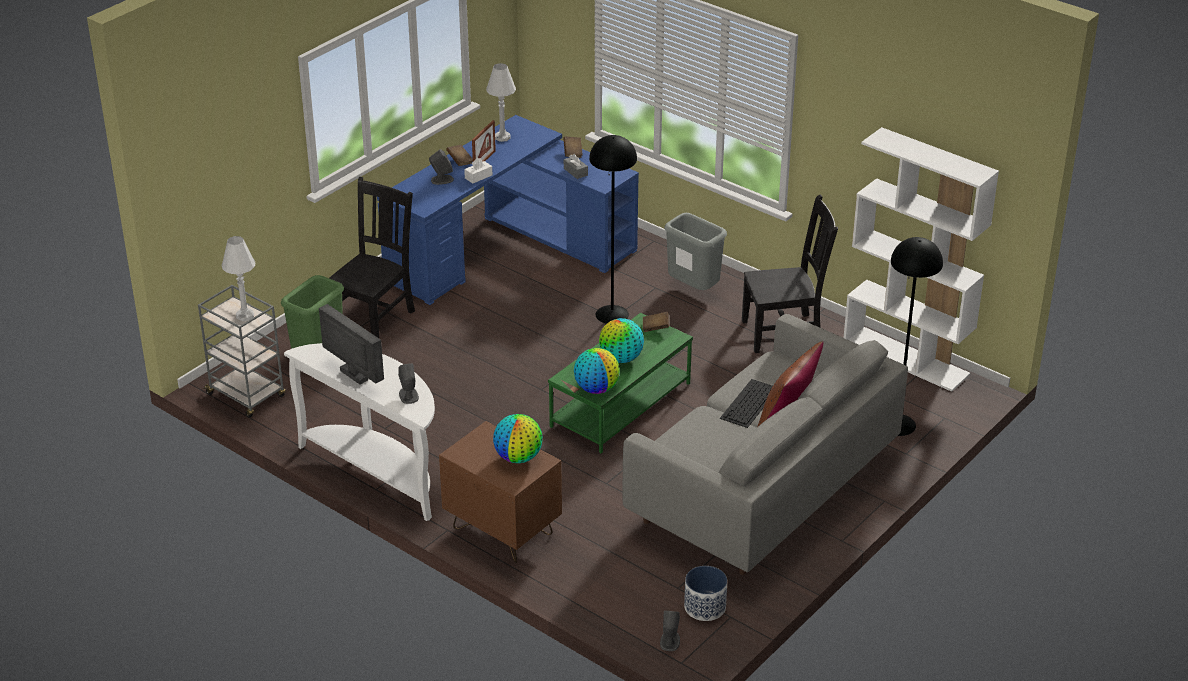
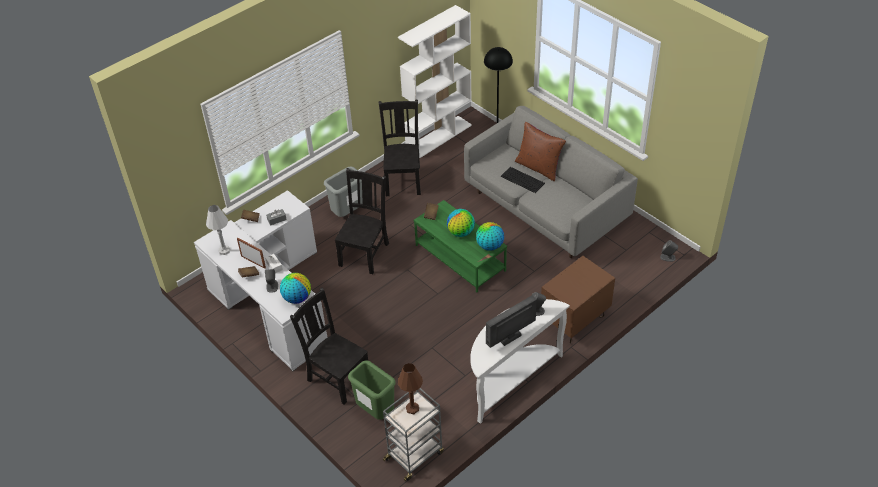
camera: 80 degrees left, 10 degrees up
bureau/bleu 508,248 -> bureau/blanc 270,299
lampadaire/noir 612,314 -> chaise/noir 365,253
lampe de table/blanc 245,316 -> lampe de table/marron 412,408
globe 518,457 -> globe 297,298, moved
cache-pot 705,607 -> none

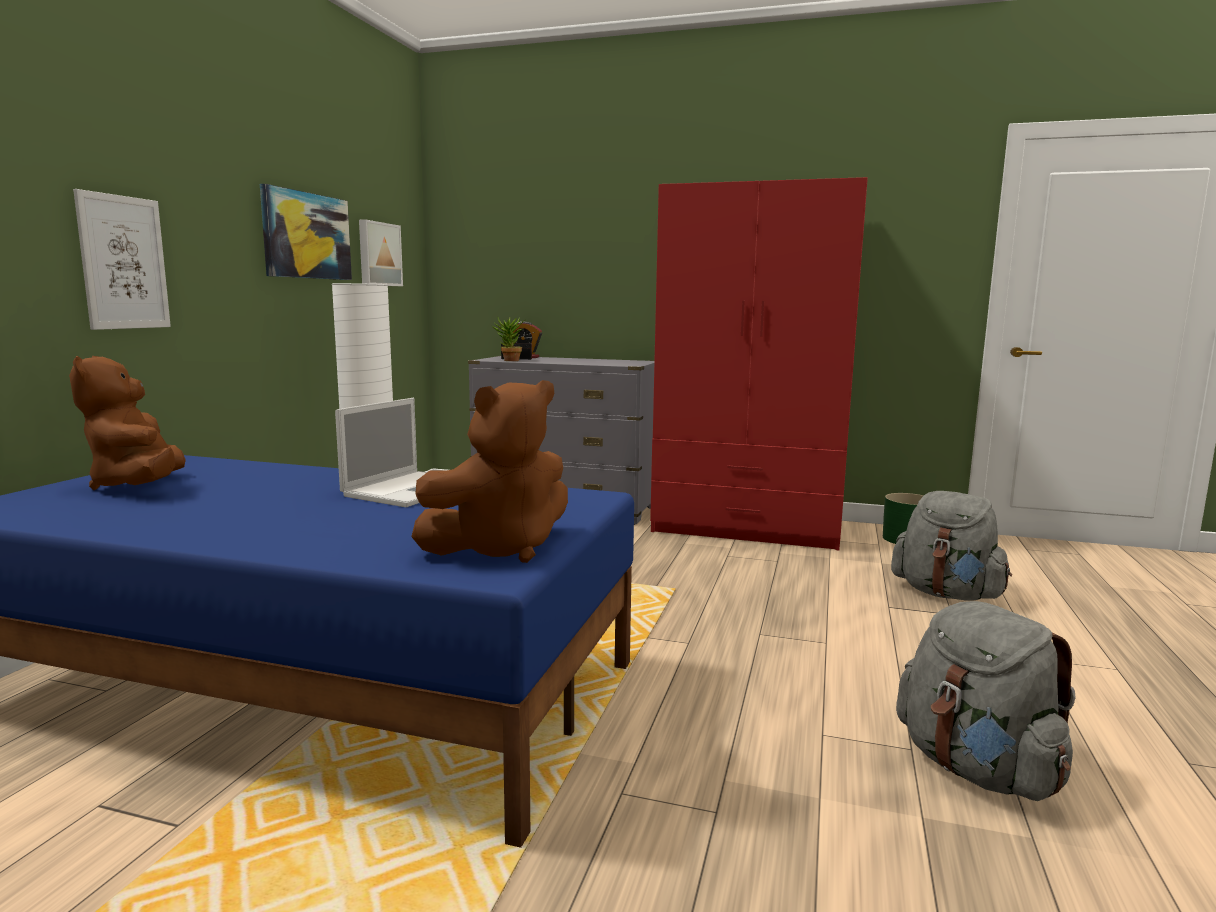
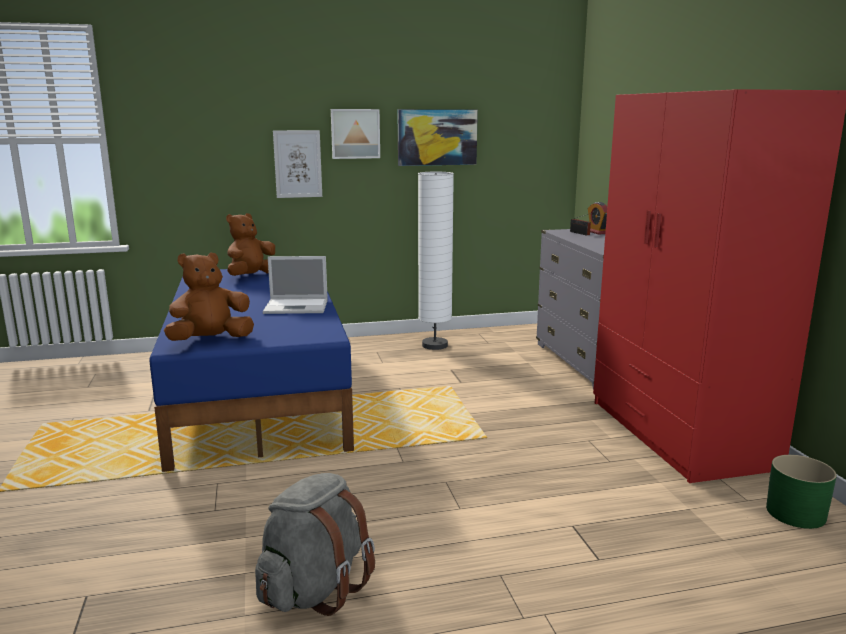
camera: 60 degrees right, 5 degrees up
tableau 378,254 -> tableau 355,133, moved
plante en pot 509,361 -> none
peluche/marron 500,548 -> peluche/marron 210,340, 120 degrees clockwise
sac à dos/gris 947,594 -> none

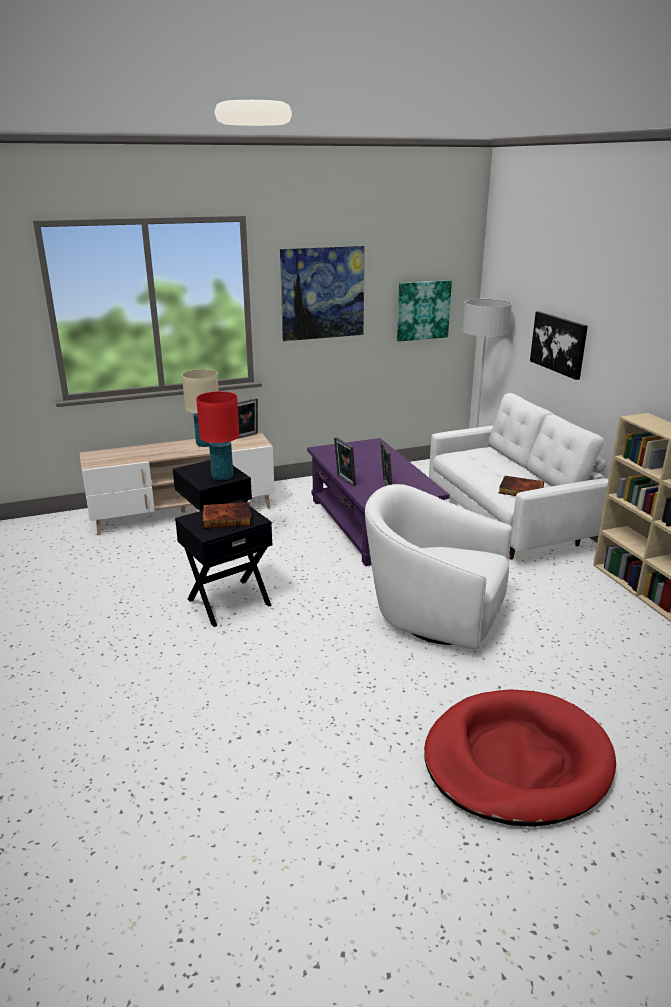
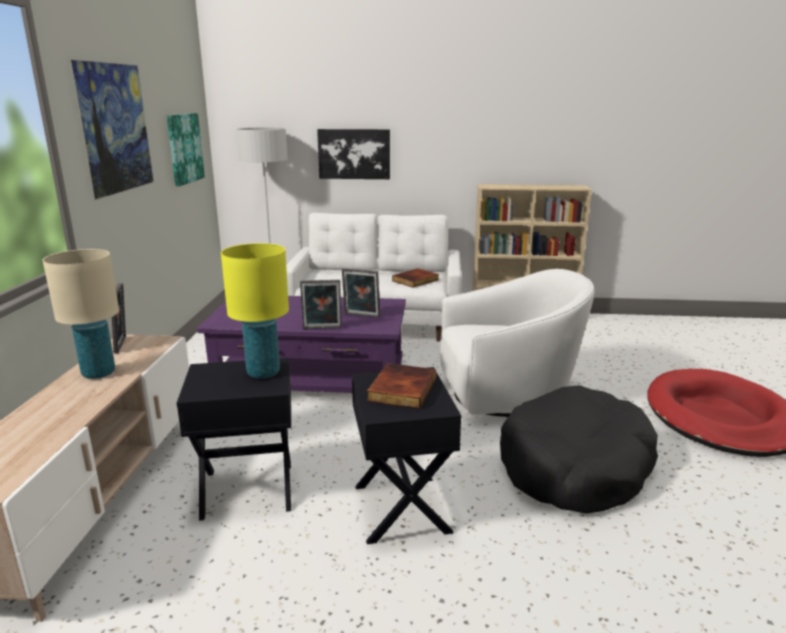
camera: 65 degrees left, 5 degrees down
lampe de table/rouge 222,477 -> lampe de table/jaune 263,373
fauteuil/blanc 433,616 -> fauteuil/blanc 508,394, 150 degrees counterclockwise
none -> panier pour chien/noir 574,467

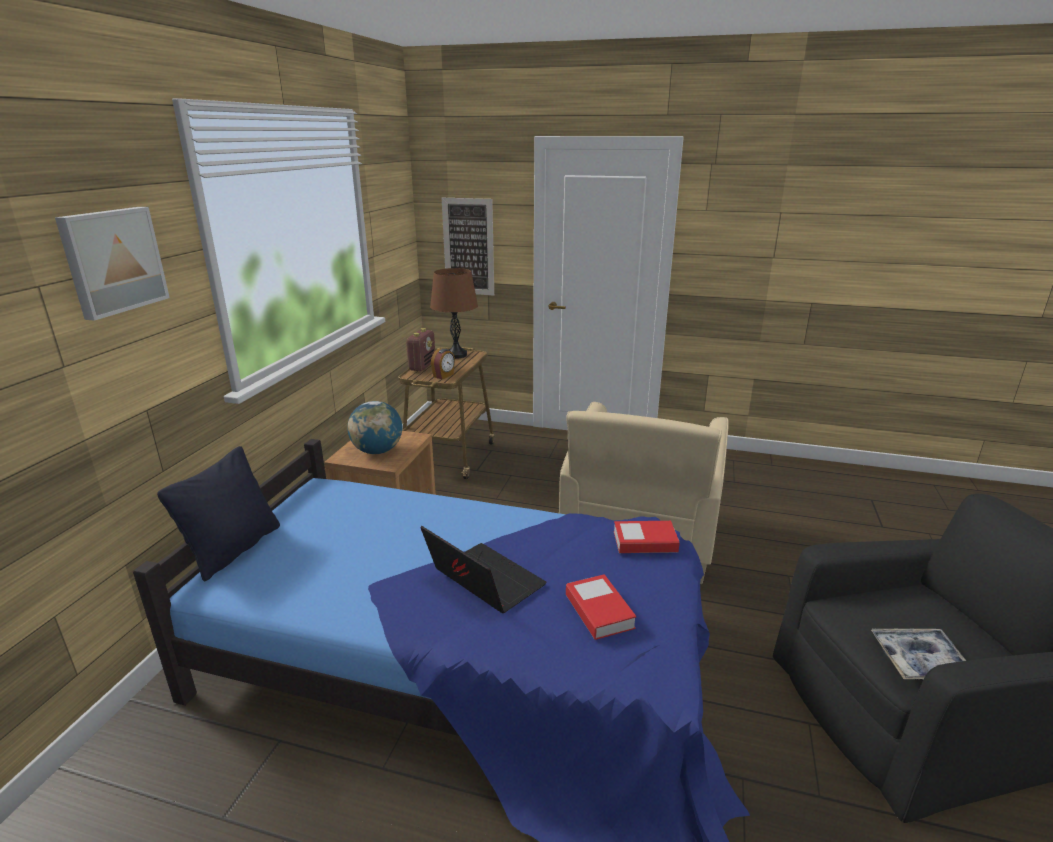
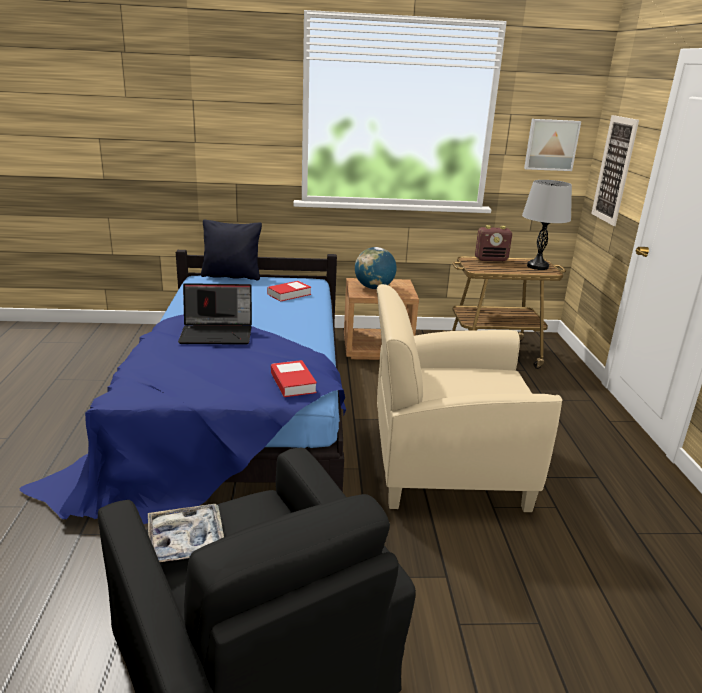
camera: 70 degrees right, 0 degrees up
tableau 112,261 -> tableau 551,144, moved
lampe de table/marron 456,355 -> lampe de table/gris 537,266
réveil 444,375 -> none
ordinateur portable 483,582 -> ordinateur portable 218,333, 60 degrees clockwise
livre 599,611 -> livre 289,294, moved

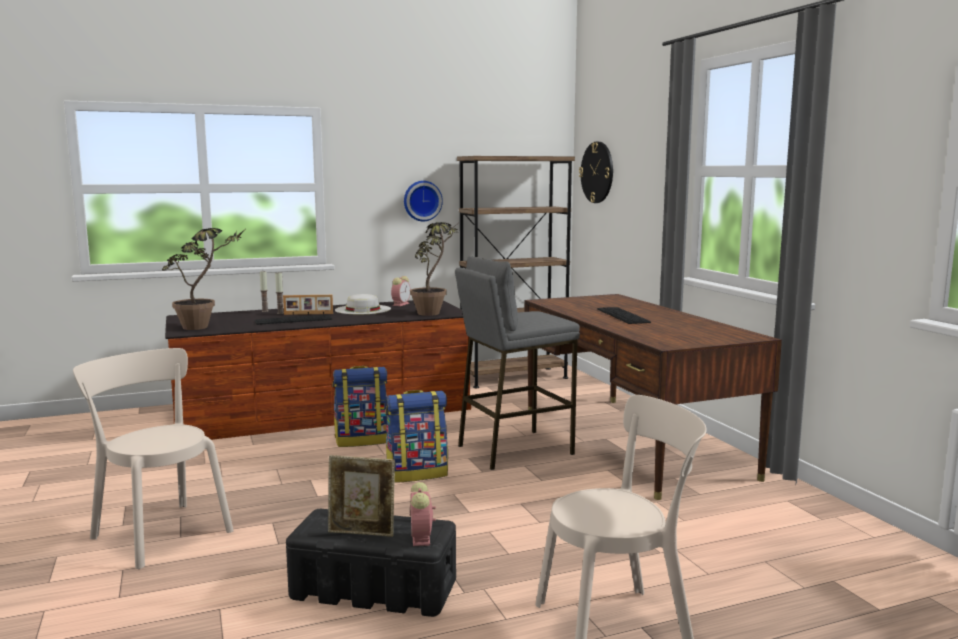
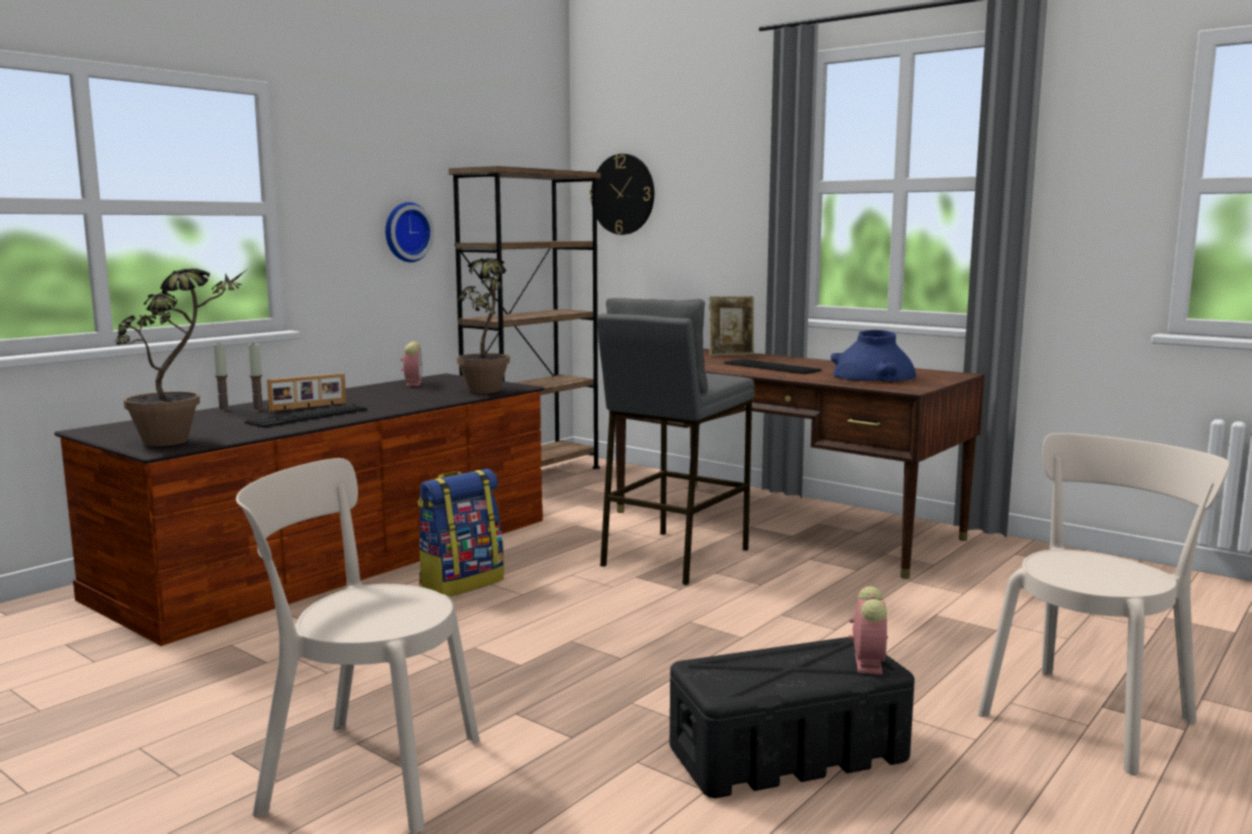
camera: 30 degrees left, 0 degrees up
chapeau/blanc 363,309 -> none
sac à dos 417,473 -> none
cadre photo 362,533 -> cadre photo 731,355, moved
réveil 421,538 -> réveil 867,662, 135 degrees counterclockwise
none -> vase/bleu 873,377

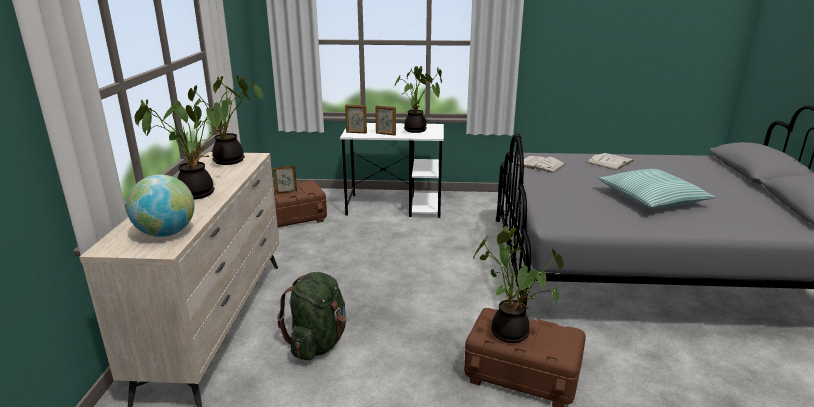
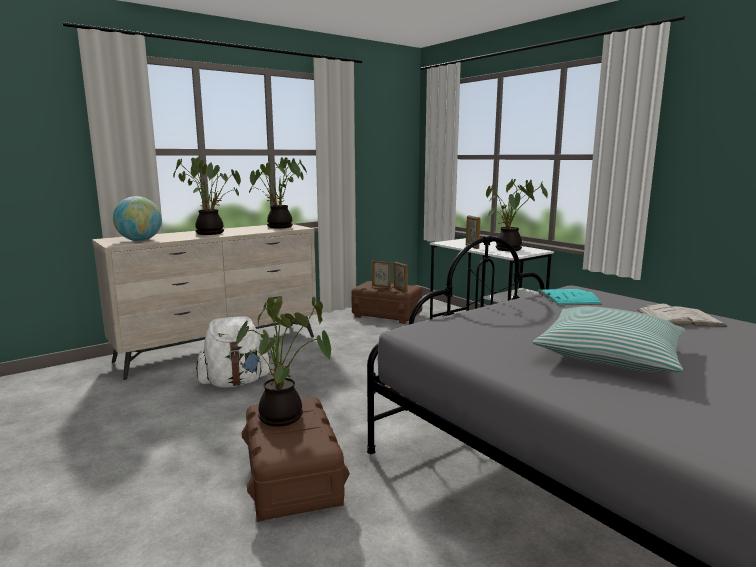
camera: 50 degrees right, 10 degrees down
cadre photo 356,132 -> cadre photo 400,290, moved
livre/blanc 540,165 -> livre/turquoise 567,297
sac à dos/vert 318,343 -> sac à dos/blanc 235,382

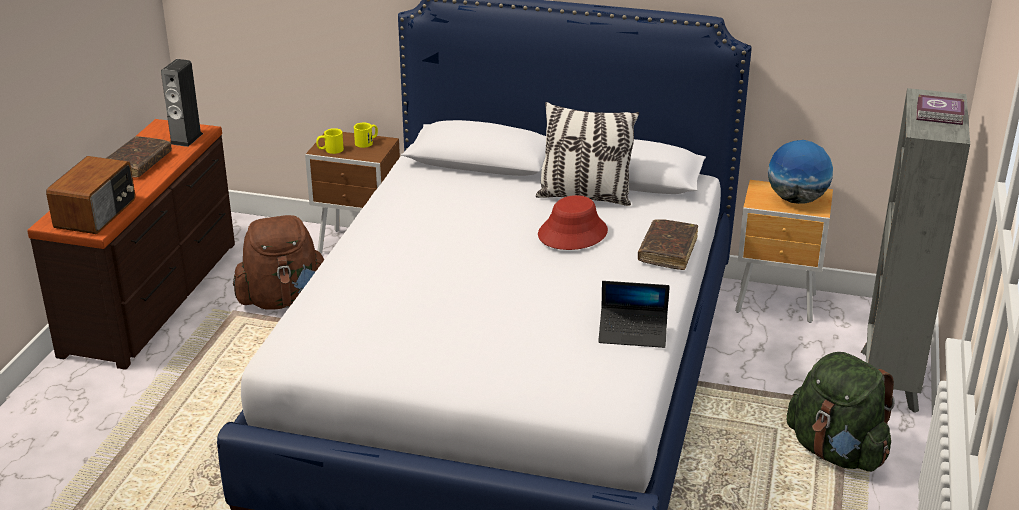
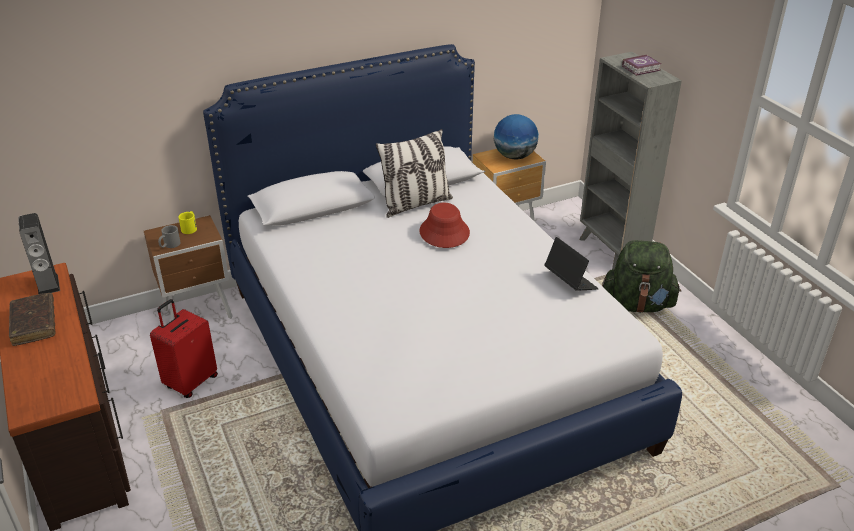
camera: 40 degrees left, 5 degrees up
mug/jaune 330,150 -> mug/gris 169,245
radio 97,213 -> none
sac à dos/marron 283,300 -> valise/rouge 190,382
livre/marron 667,251 -> none
ordinateur portable 633,333 -> ordinateur portable 570,281, 90 degrees counterclockwise

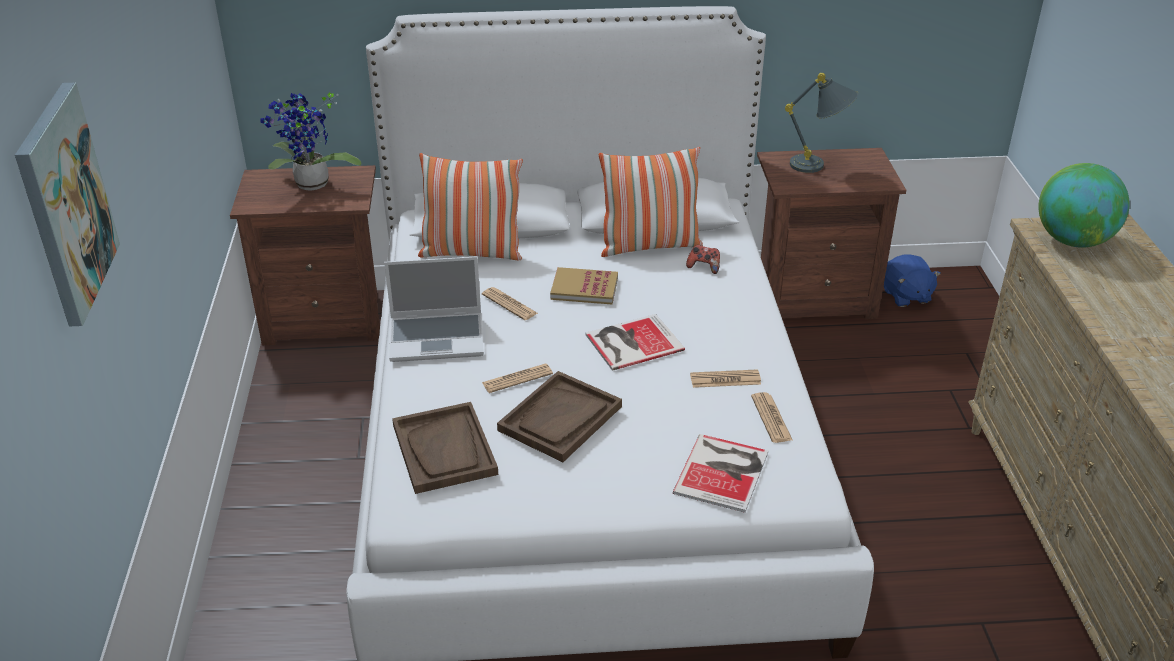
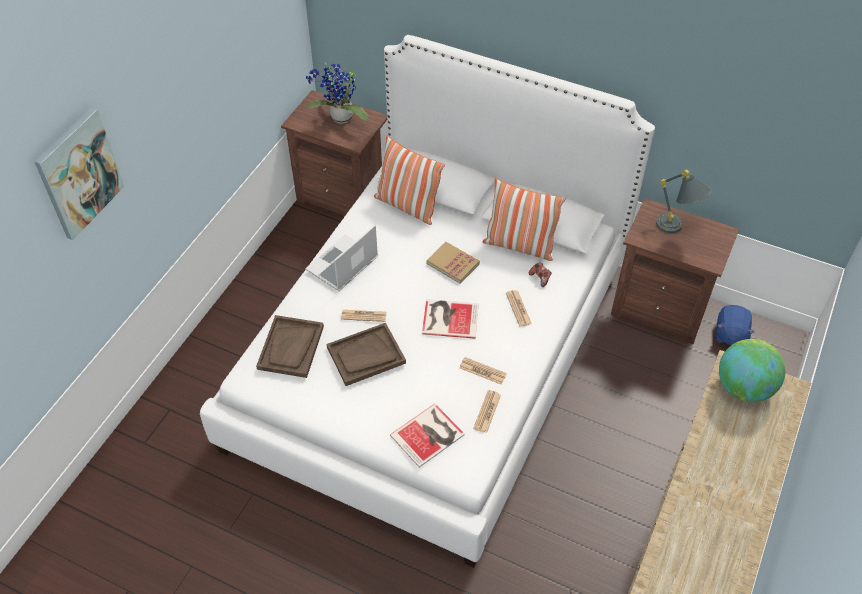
camera: 30 degrees right, 15 degrees up
ordinateur portable 438,338 -> ordinateur portable 342,265, 105 degrees clockwise
journal 509,304 -> journal 518,308, moved

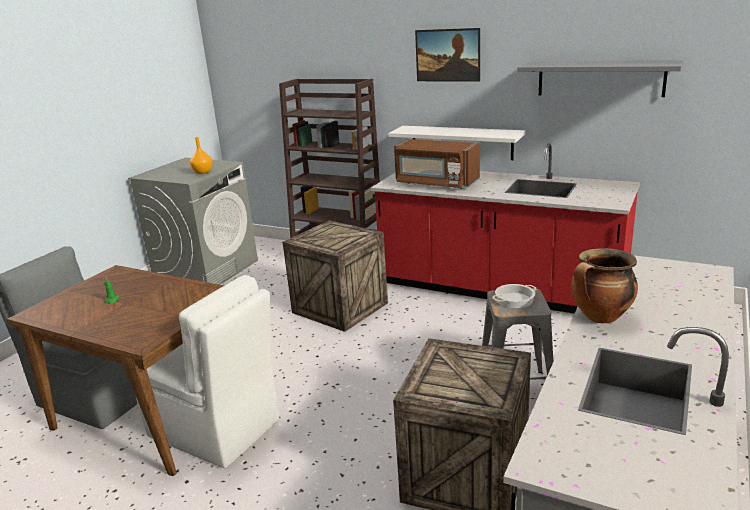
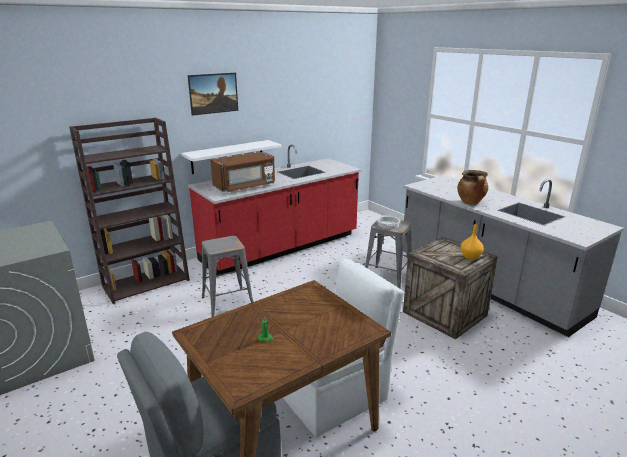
camera: 65 degrees left, 0 degrees up
étagère/gris 600,78 -> none
vase/orange 203,172 -> vase/orange 471,257, moved
caisse 341,307 -> tabouret/gris 227,302

